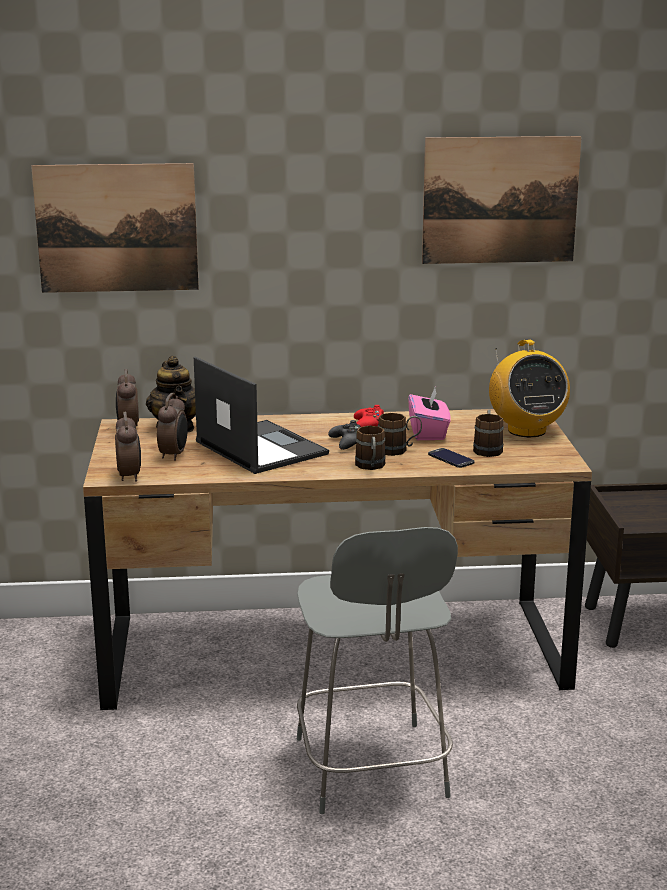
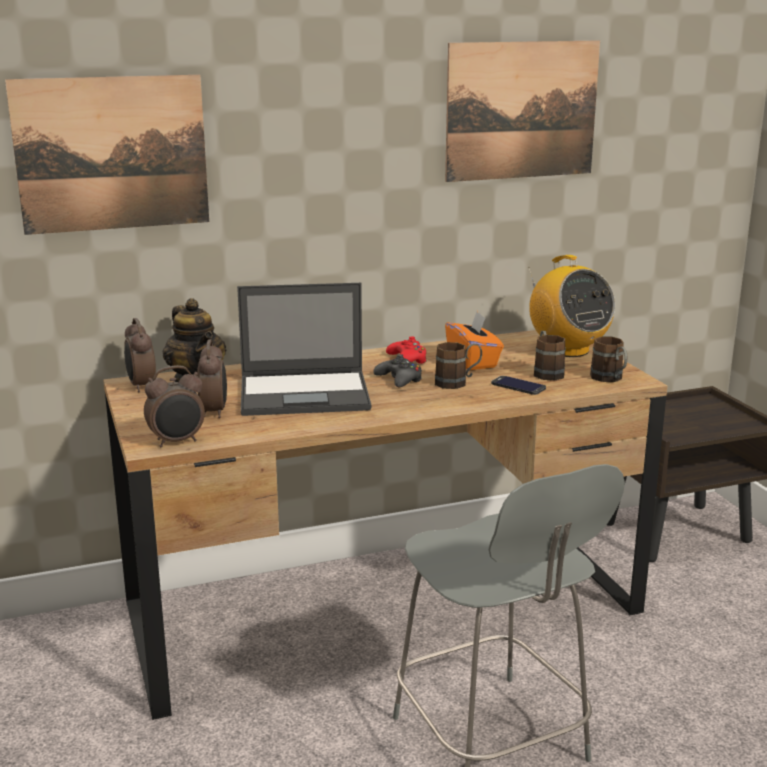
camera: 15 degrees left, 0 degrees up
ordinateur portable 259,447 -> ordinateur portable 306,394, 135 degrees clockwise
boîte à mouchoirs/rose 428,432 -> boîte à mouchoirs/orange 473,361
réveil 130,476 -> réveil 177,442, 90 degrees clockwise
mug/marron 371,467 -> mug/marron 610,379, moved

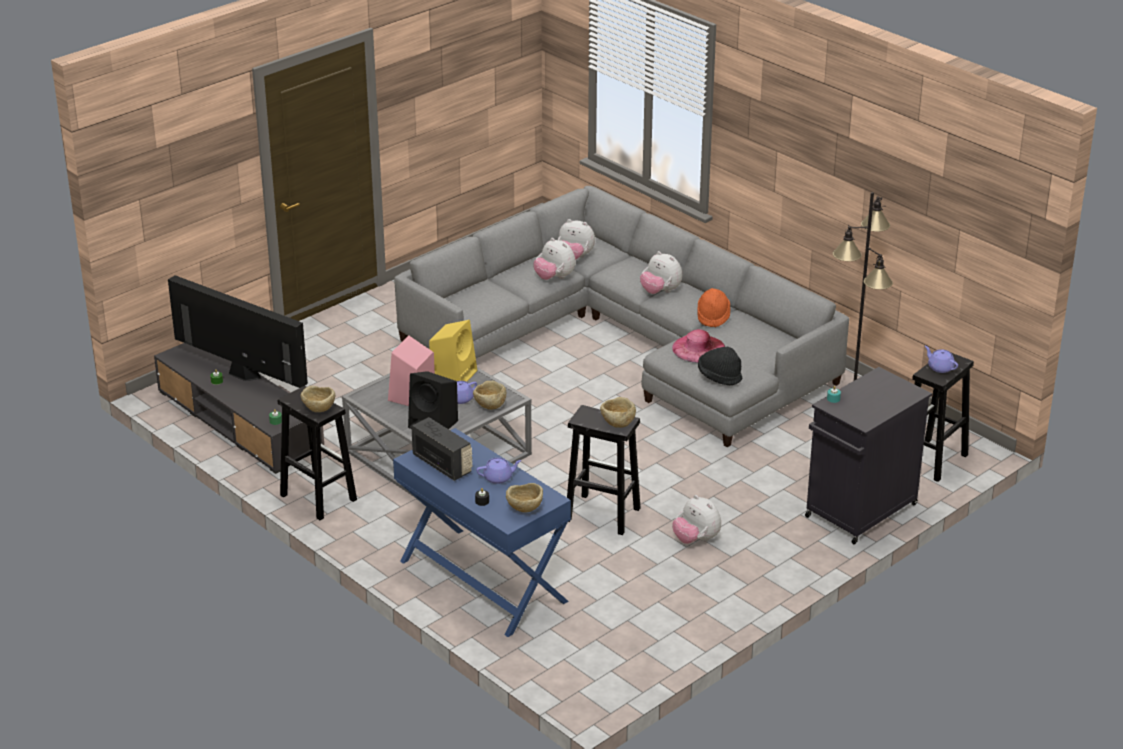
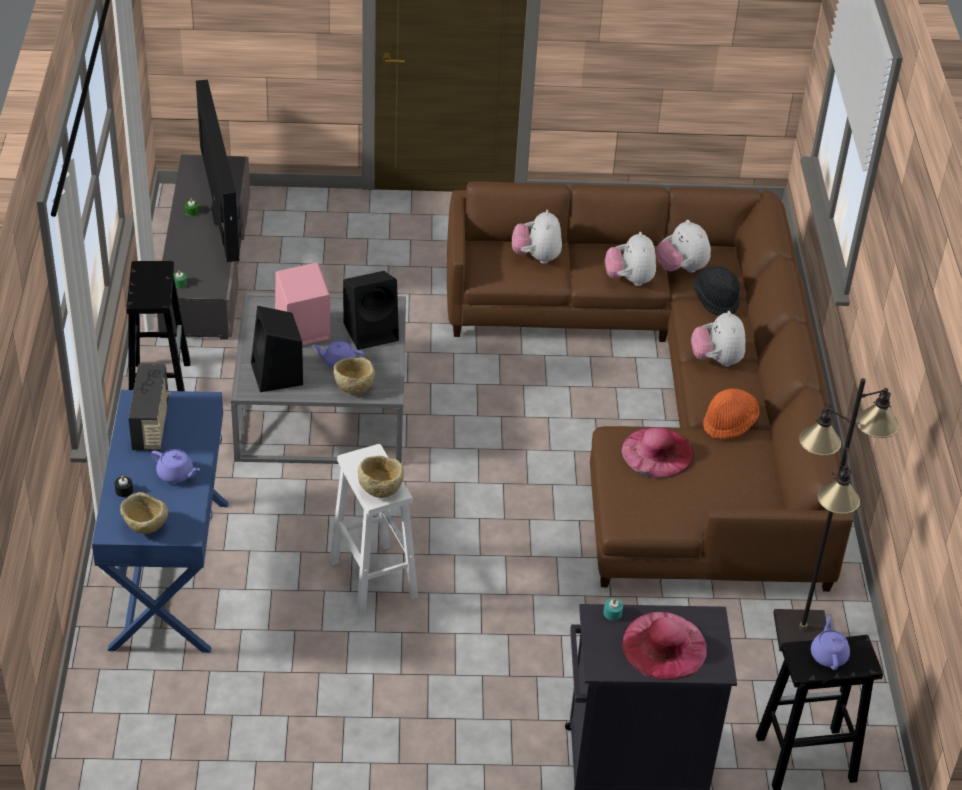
camera: 40 degrees right, 10 degrees up
canapé/gris 628,341 -> canapé/marron 670,397
enceinte/jaune 454,374 -> enceinte/noir 372,331
chapeau/noir 719,376 -> chapeau/noir 716,300, moved
bol/beige 319,410 -> none
tabouret/noir 601,514 -> tabouret/blanc 372,577
peluche 696,539 -> peluche 536,257, moved
none -> chapeau/rose 664,646

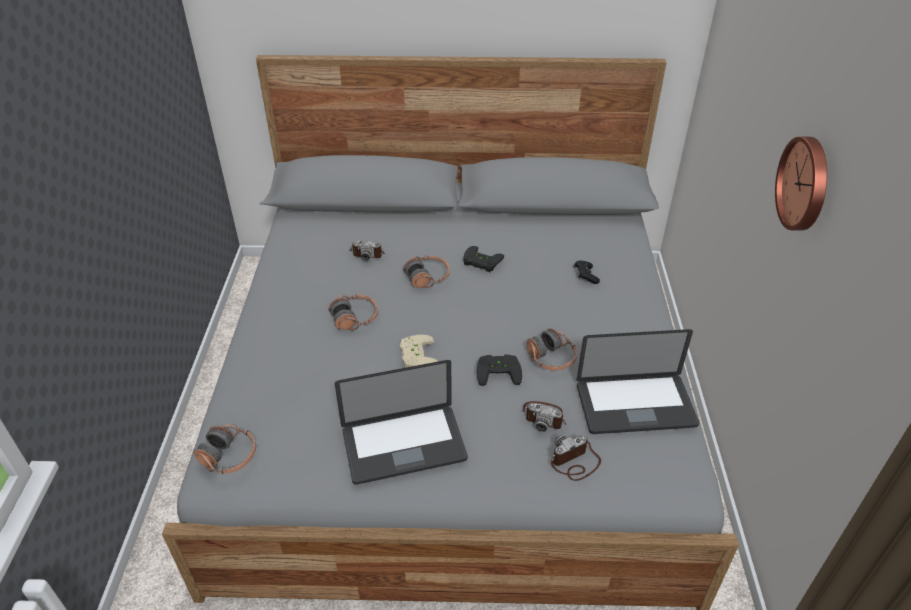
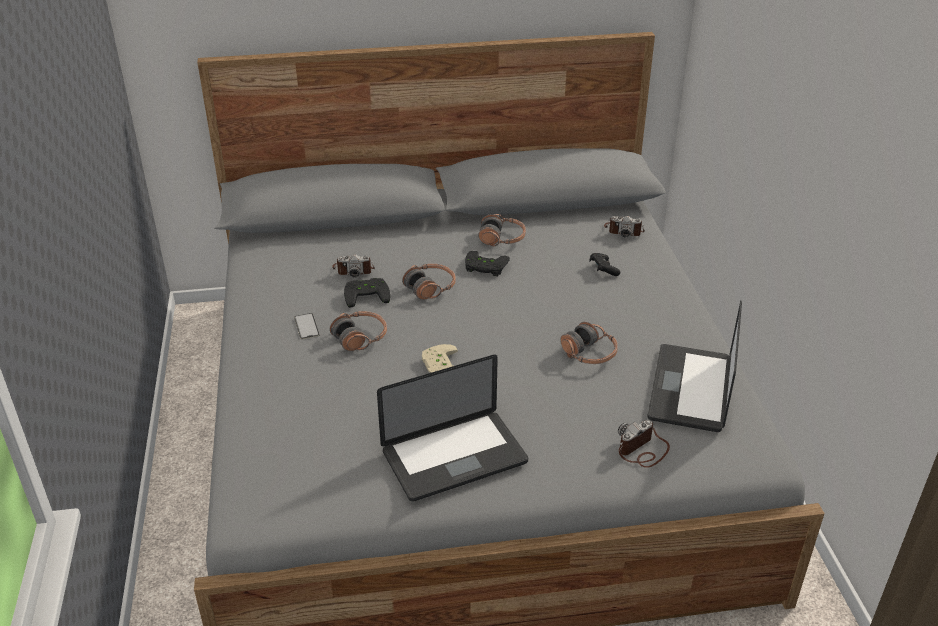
camera: 10 degrees left, 5 degrees down
horloge murale 805,184 -> none
ordinateur portable 635,405 -> ordinateur portable 690,389, 120 degrees clockwise
manette/noir 498,371 -> manette/noir 366,294, moved
appareil photo 544,417 -> appareil photo 623,230, moved
casque audio 229,457 -> casque audio 502,239, moved
none -> téléphone 306,326

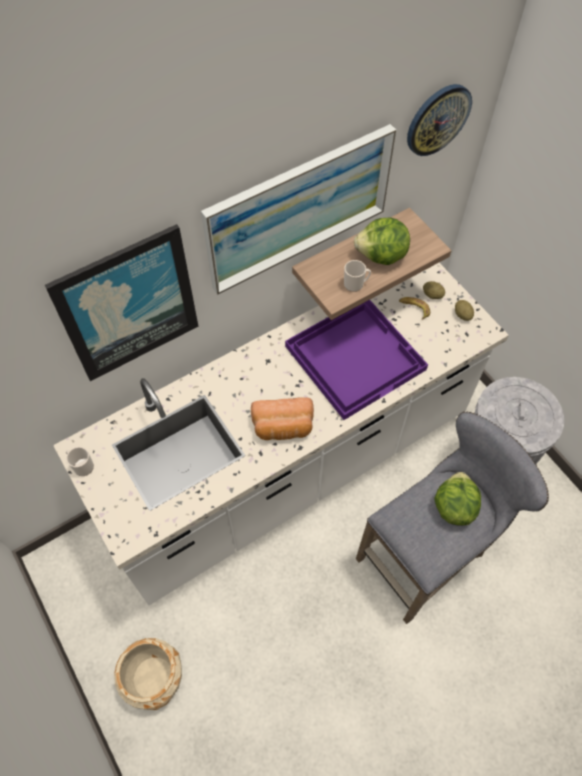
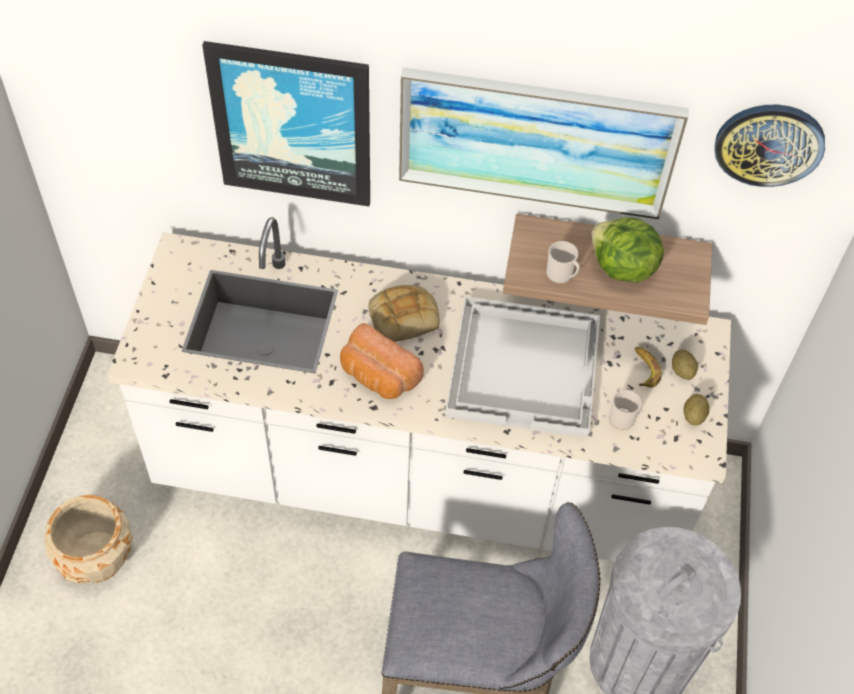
camera: 40 degrees right, 5 degrees down
plateau/violet 355,356 -> plateau/blanc 525,367
mug 82,466 -> mug 620,416, moved
laitue 453,507 -> none
none -> pain 404,316

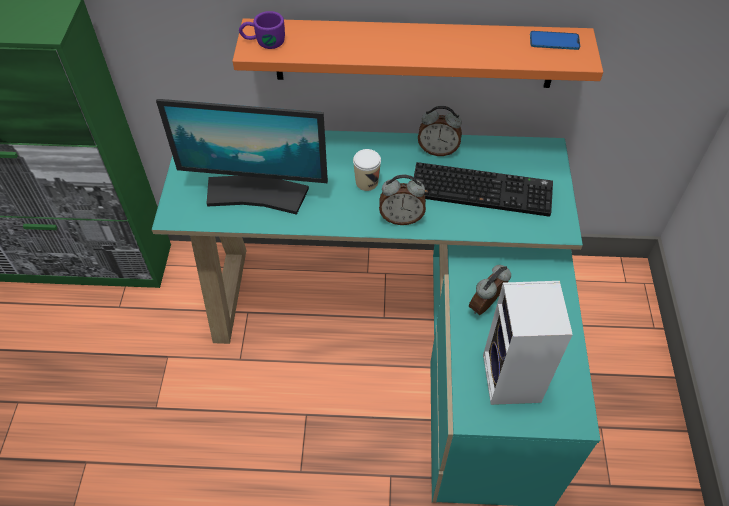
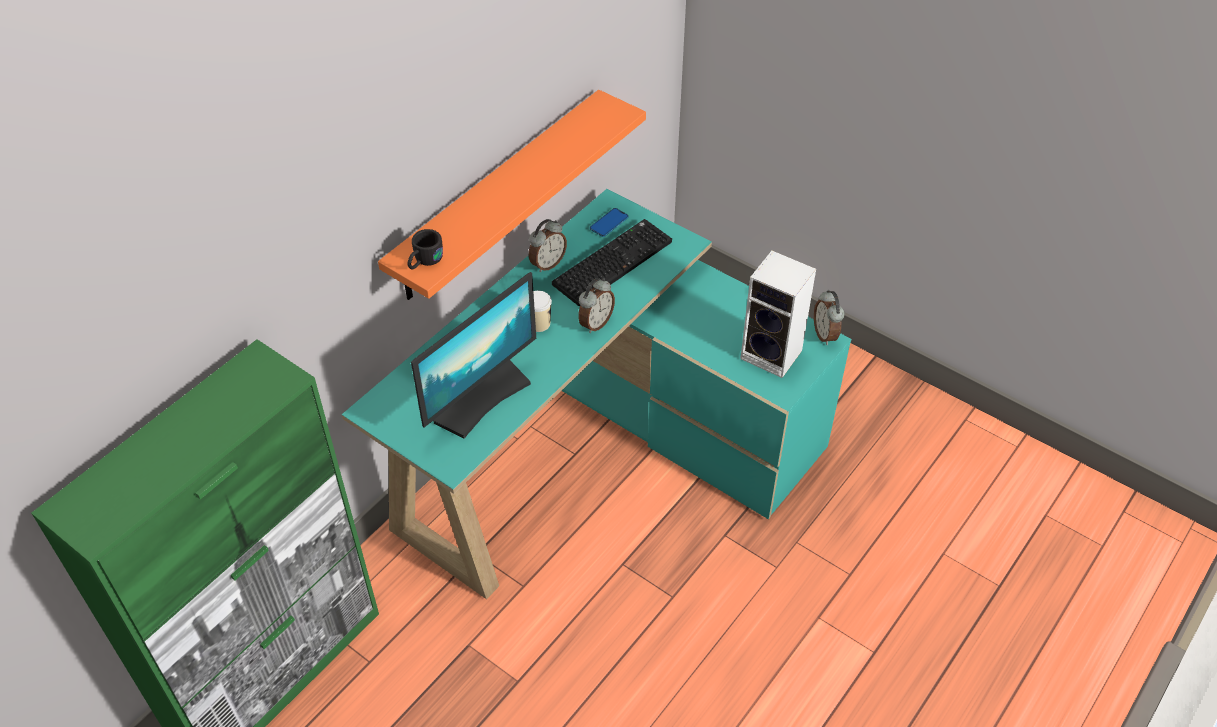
camera: 55 degrees left, 5 degrees down
mug/violet 263,42 -> mug/noir 424,262
téléphone 554,41 -> téléphone 609,223, moved
réveil 486,306 -> réveil 825,334, moved

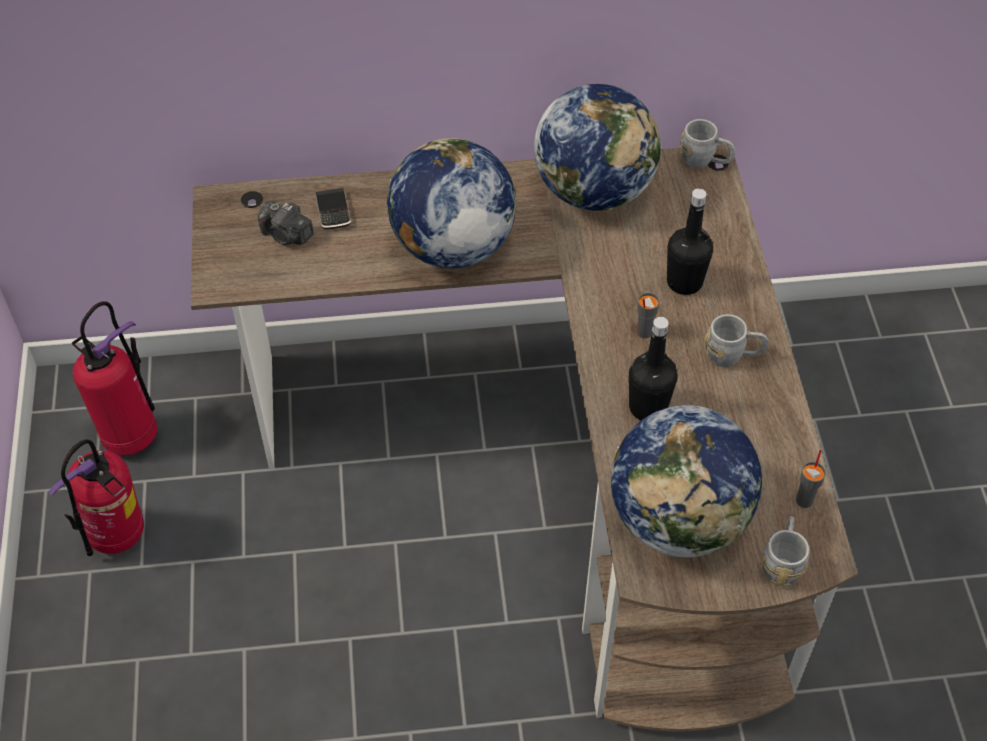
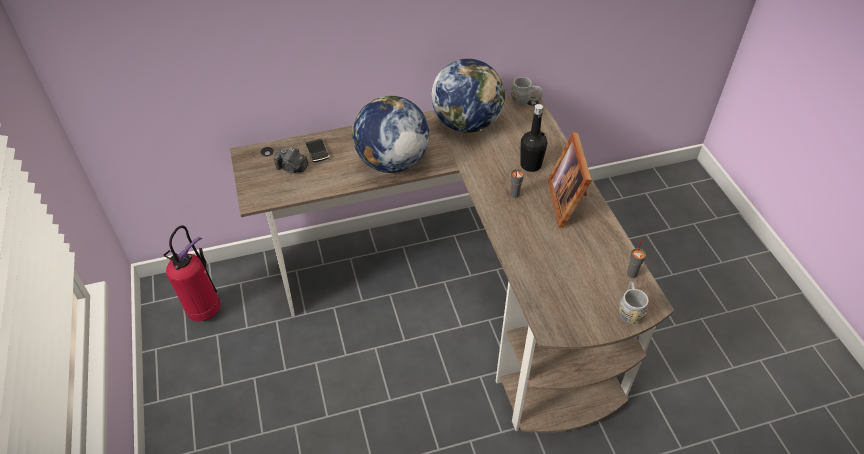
camera: 10 degrees left, 5 degrees down
mug/gris 733,356 -> cadre photo 568,201
bouteille/noir 648,407 -> none
globe 679,520 -> none
extincteur 117,539 -> none

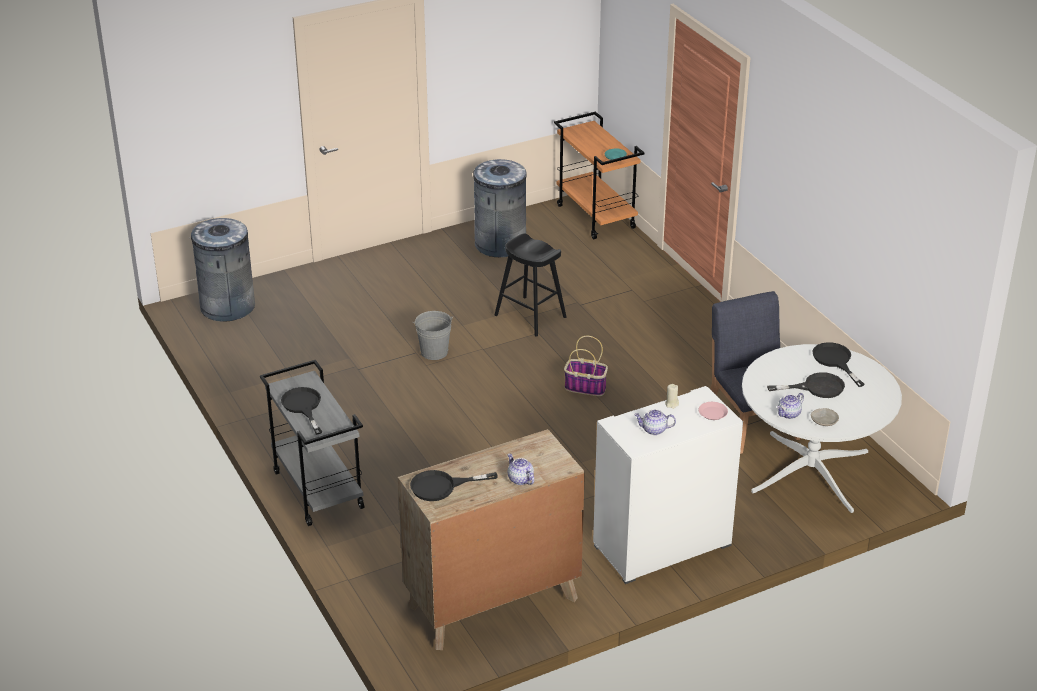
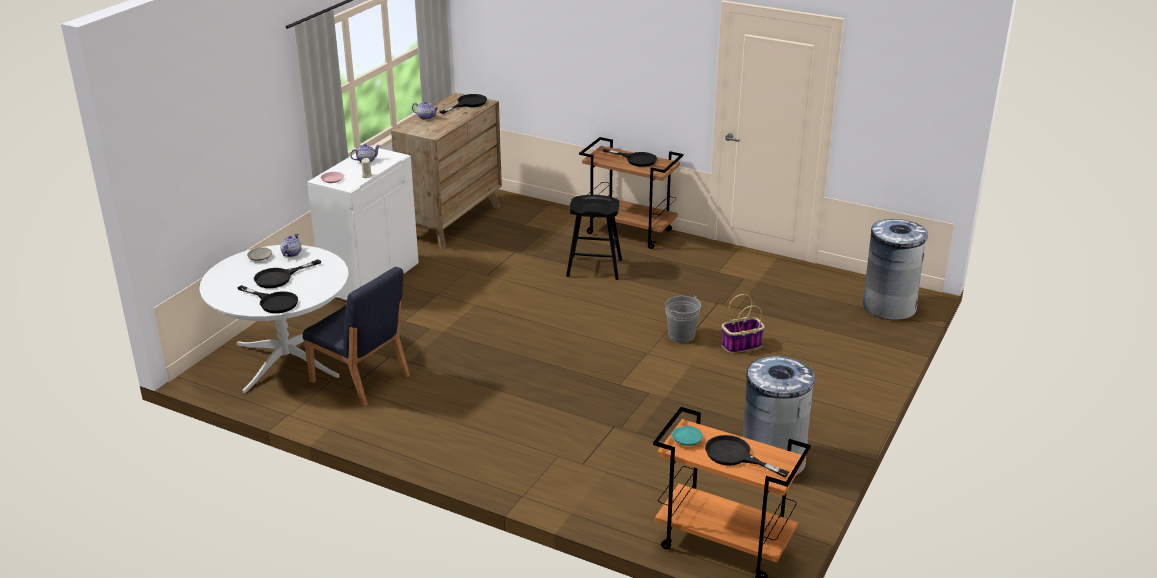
camera: 145 degrees right, 5 degrees down
tabouret/noir 530,316 -> tabouret/noir 594,268, moved
panier 586,387 -> panier 741,345, moved
chariot/gris 317,490 -> chariot/marron 630,232
none -> poêle/noir 735,456

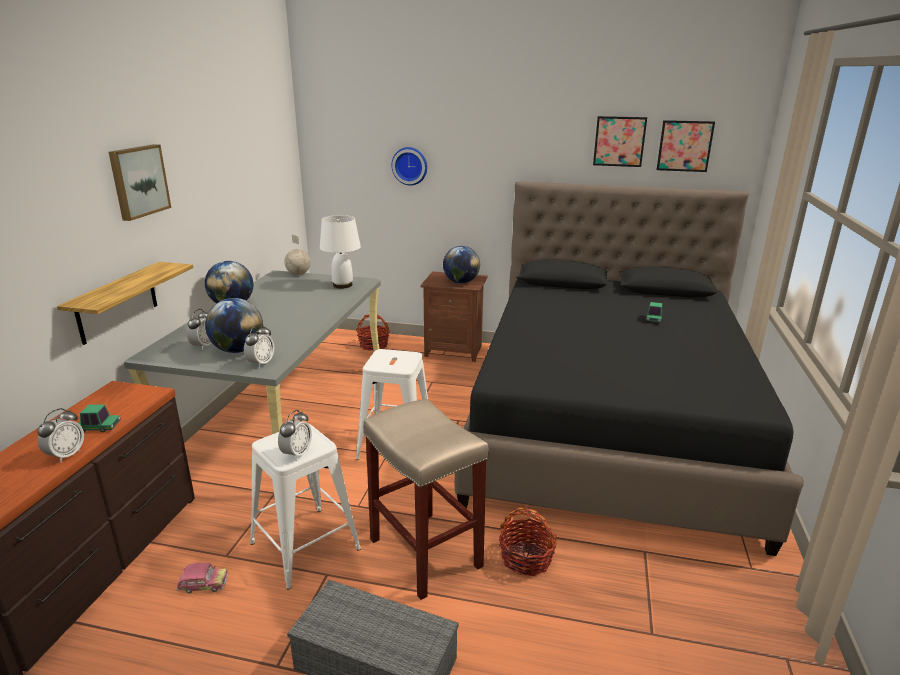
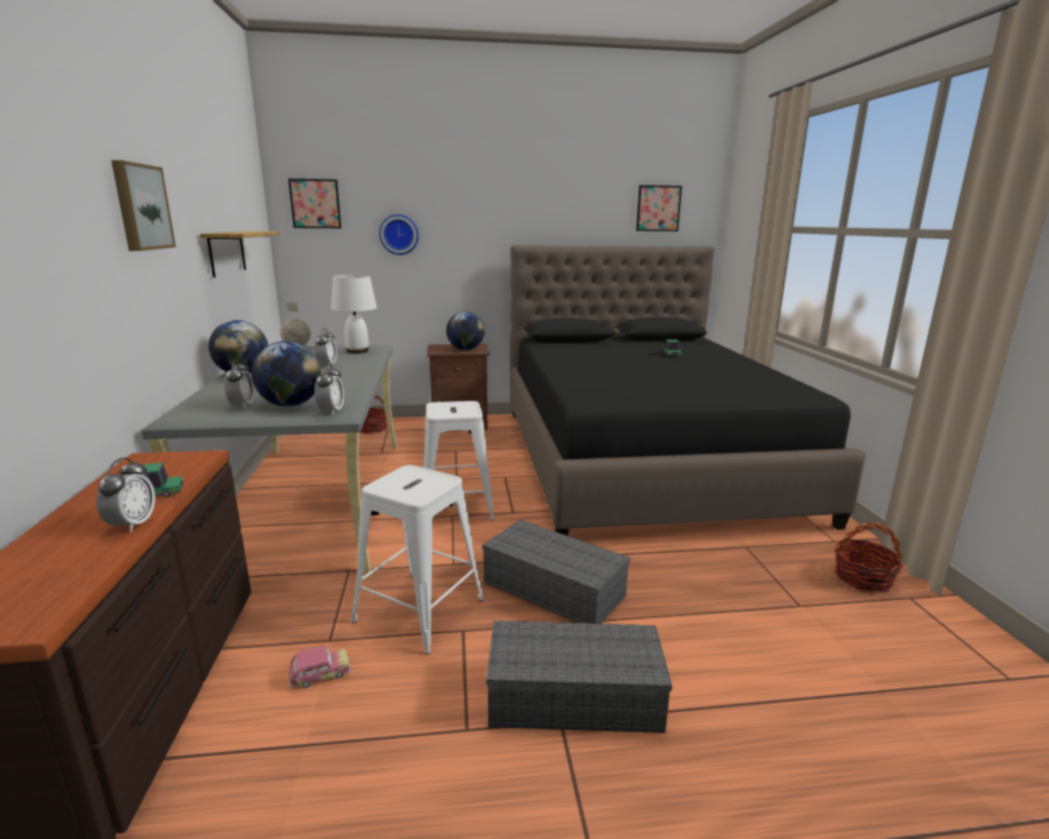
camera: 20 degrees left, 5 degrees down
tableau 619,141 -> tableau 315,203, moved
étagère 117,302 -> étagère 227,253, moved
tabouret/beige 423,552 -> boîte de rangement/gris 551,589
réveil 297,454 -> réveil 327,365, moved
panier 526,558 -> panier 863,578, moved

